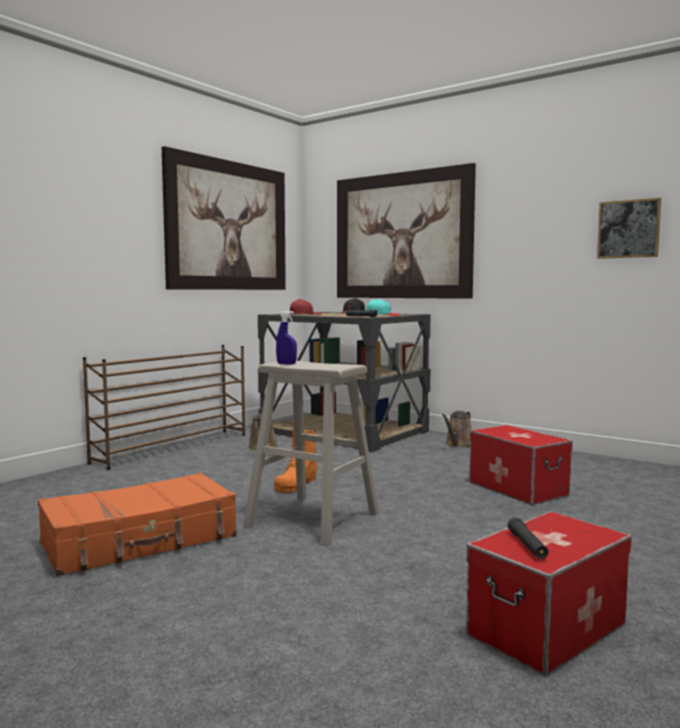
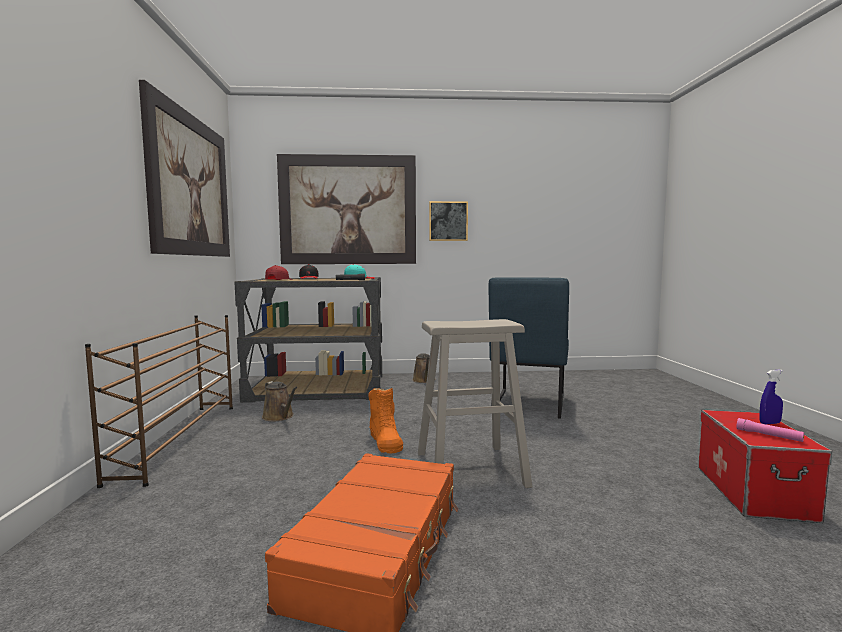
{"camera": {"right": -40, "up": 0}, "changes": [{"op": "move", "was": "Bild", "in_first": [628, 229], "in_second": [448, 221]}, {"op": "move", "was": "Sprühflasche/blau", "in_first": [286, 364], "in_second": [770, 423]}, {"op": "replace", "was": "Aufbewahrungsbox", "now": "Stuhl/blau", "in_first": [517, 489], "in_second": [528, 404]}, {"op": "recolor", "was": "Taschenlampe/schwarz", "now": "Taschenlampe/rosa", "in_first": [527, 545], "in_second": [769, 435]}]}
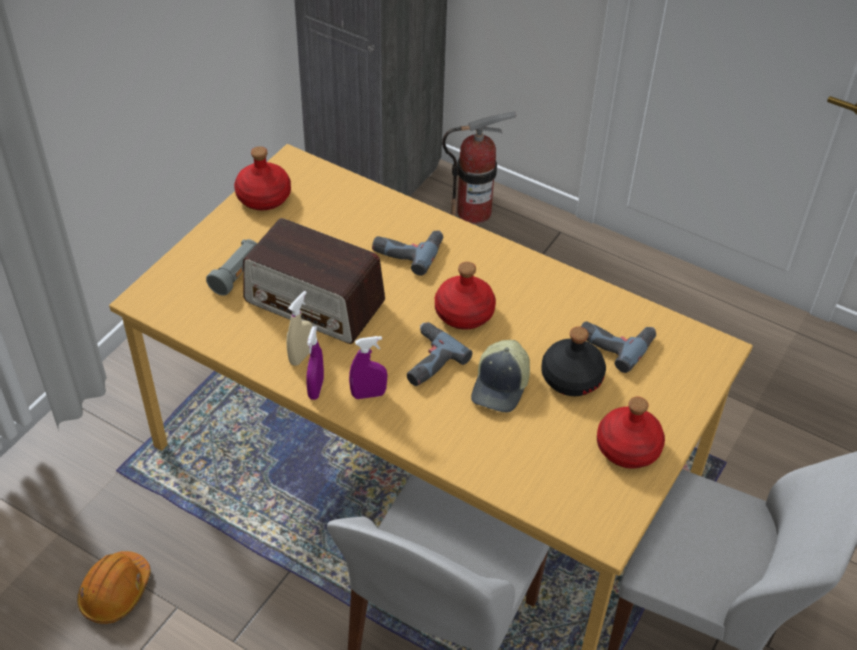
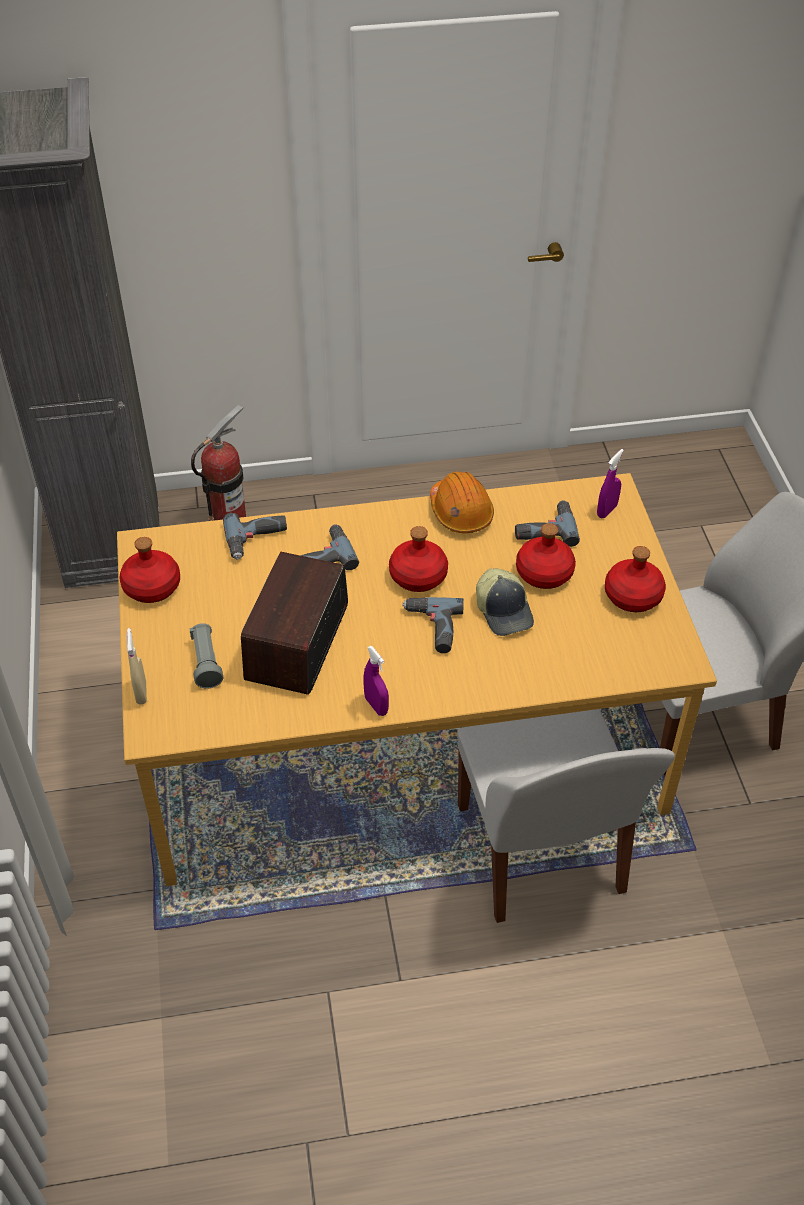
{"camera": {"right": -40, "up": 0}, "changes": [{"op": "rotate", "was": "Radio", "in_first": [315, 302], "in_second": [297, 642], "clockwise": 120}, {"op": "move", "was": "Sprühflasche/beige", "in_first": [301, 356], "in_second": [141, 693]}, {"op": "recolor", "was": "Flasche/schwarz", "now": "Flasche/rot", "in_first": [571, 377], "in_second": [543, 573]}, {"op": "move", "was": "Sprühflasche/lila", "in_first": [368, 394], "in_second": [607, 511]}, {"op": "move", "was": "Schutzhelm/orange", "in_first": [115, 592], "in_second": [460, 512]}, {"op": "insert", "now": "Bohrmaschine", "in_second": [257, 540]}]}
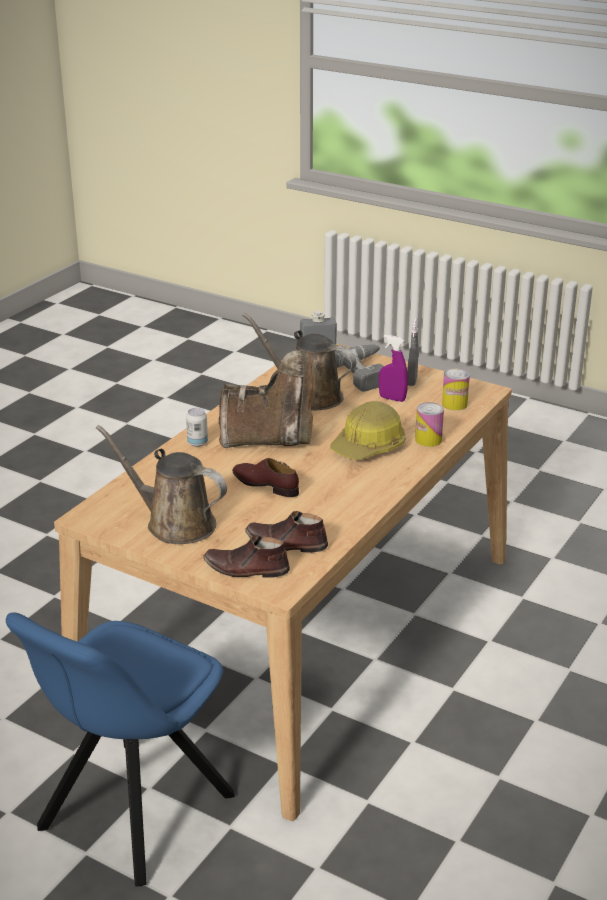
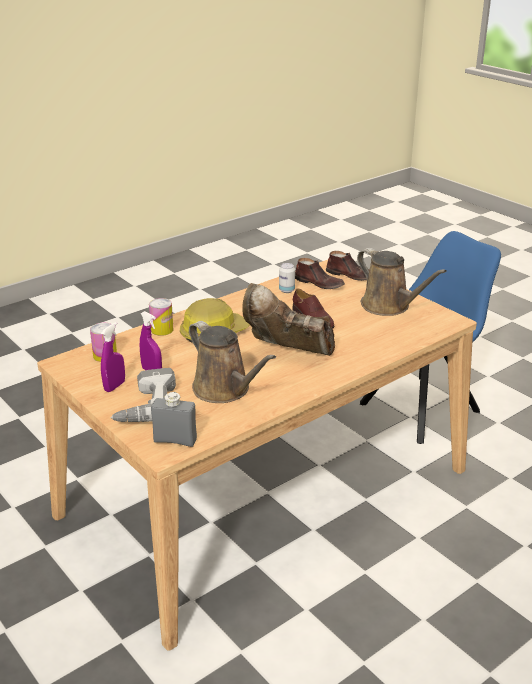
{"camera": {"right": -160, "up": 0}, "changes": [{"op": "recolor", "was": "Sprühflasche/grau", "now": "Sprühflasche/lila", "in_first": [412, 381], "in_second": [114, 386]}, {"op": "move", "was": "Dose", "in_first": [197, 443], "in_second": [286, 290]}]}
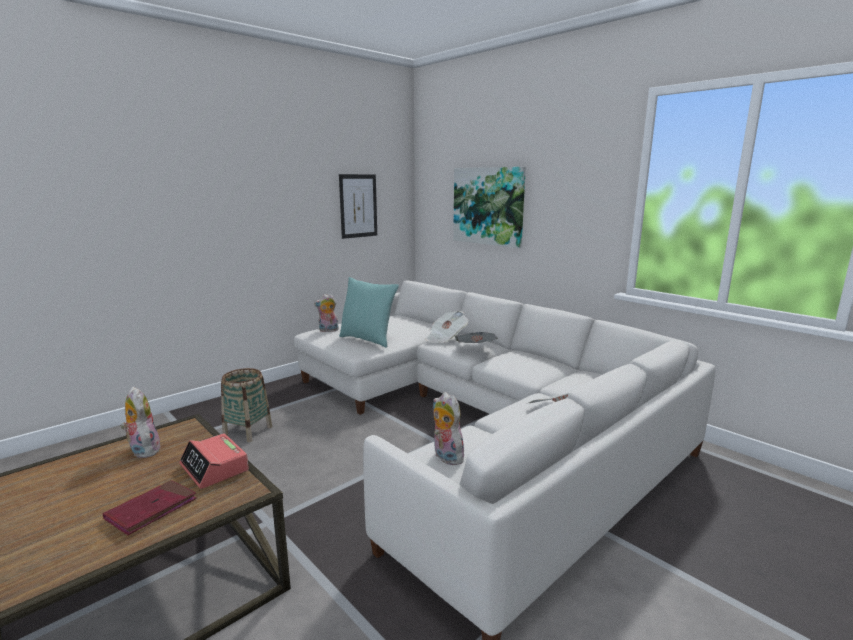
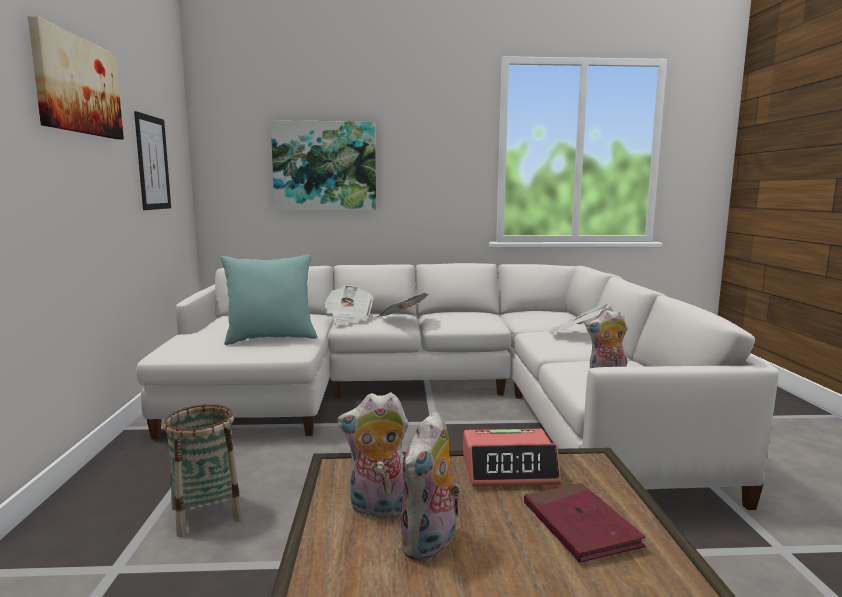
{"camera": {"right": -50, "up": -5}, "changes": [{"op": "move", "was": "Plüschtier", "in_first": [328, 330], "in_second": [431, 544]}, {"op": "insert", "now": "Bild", "in_second": [77, 86]}]}
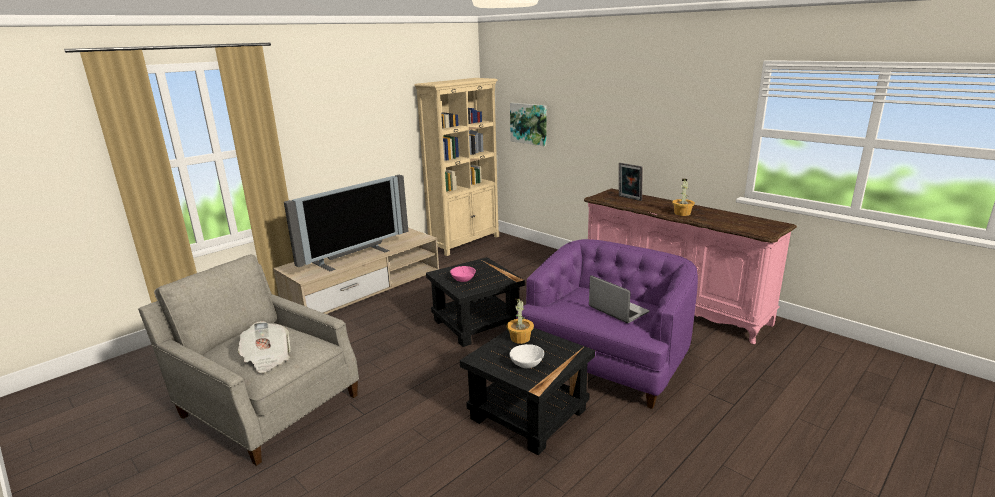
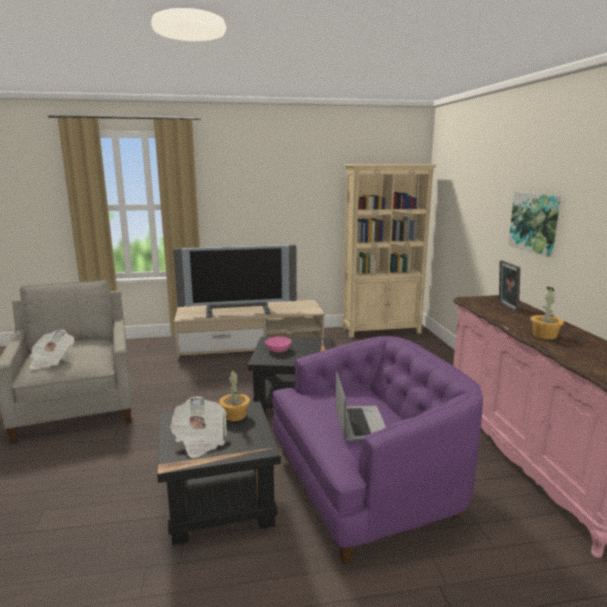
{"camera": {"right": 35, "up": -5}, "changes": [{"op": "move", "was": "Bild", "in_first": [529, 123], "in_second": [535, 222]}, {"op": "replace", "was": "Schüssel/weiß", "now": "Zeitung", "in_first": [527, 364], "in_second": [200, 440]}]}
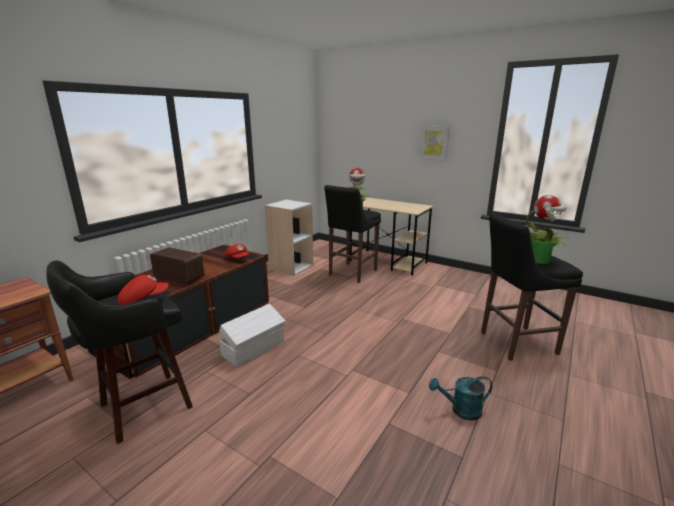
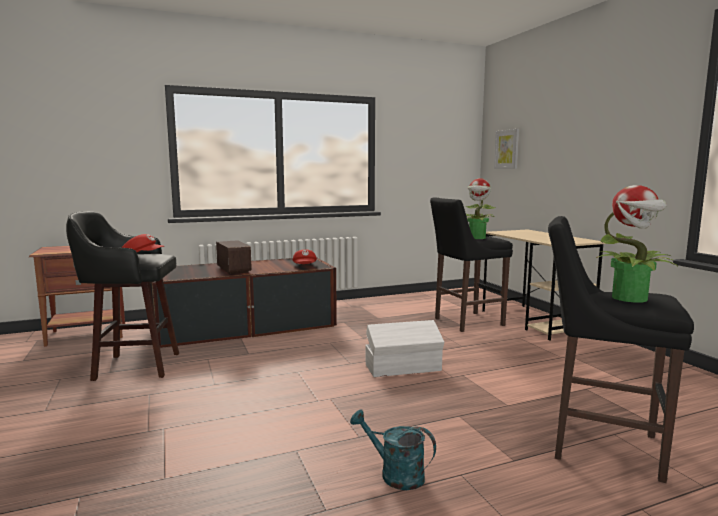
{"camera": {"right": 35, "up": -10}, "changes": [{"op": "move", "was": "Bild", "in_first": [434, 143], "in_second": [507, 149]}, {"op": "delete", "was": "Bücherregal", "in_first": [291, 267]}, {"op": "move", "was": "Aufbewahrungsbox/weiß", "in_first": [254, 348], "in_second": [404, 368]}]}
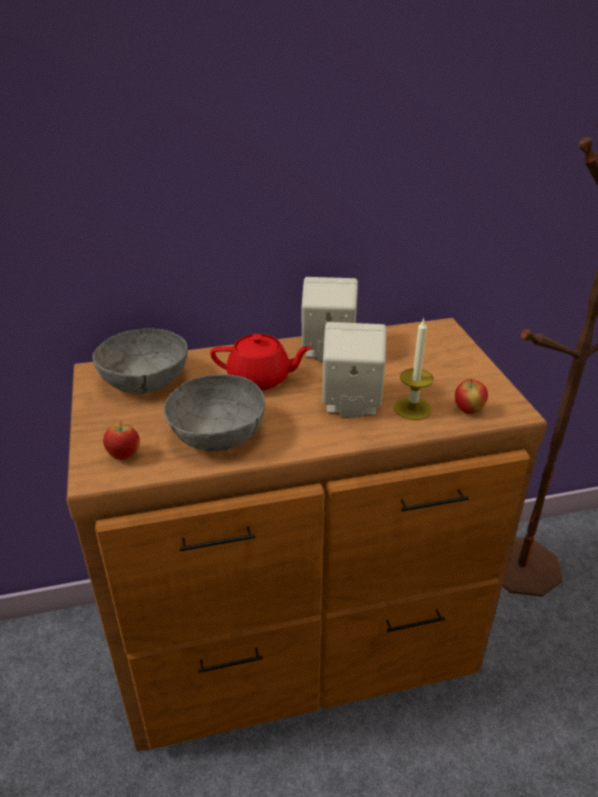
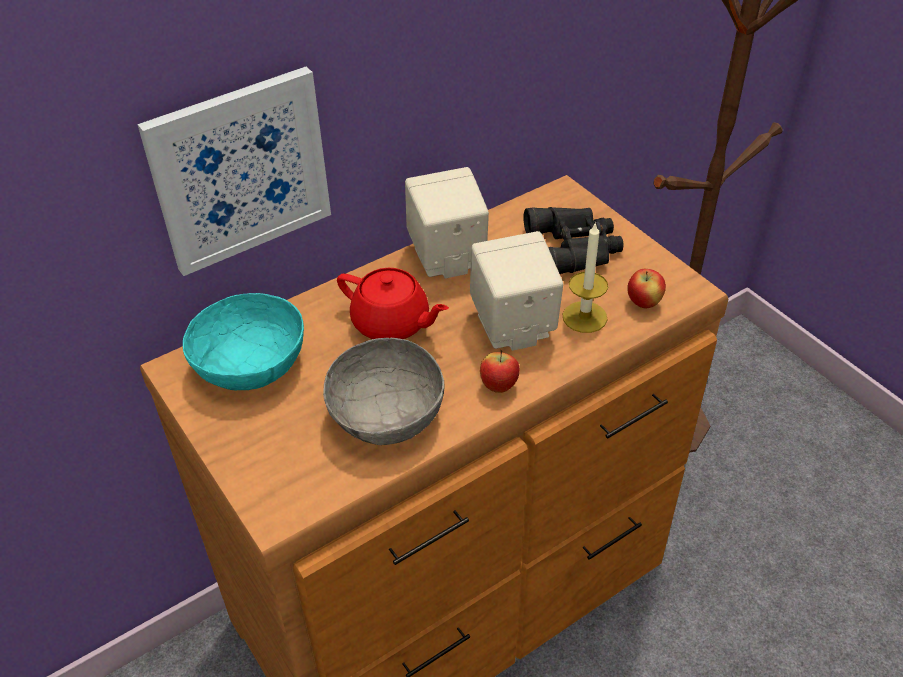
{"camera": {"right": -20, "up": 10}, "changes": [{"op": "recolor", "was": "Schüssel/grau", "now": "Schüssel/türkis", "in_first": [144, 380], "in_second": [250, 365]}, {"op": "rotate", "was": "Teekanne/rot", "in_first": [260, 379], "in_second": [392, 323], "clockwise": 45}, {"op": "move", "was": "Apfel", "in_first": [124, 456], "in_second": [499, 386]}, {"op": "insert", "now": "Bild", "in_second": [240, 170]}, {"op": "insert", "now": "Fernglas/schwarz", "in_second": [575, 247]}]}
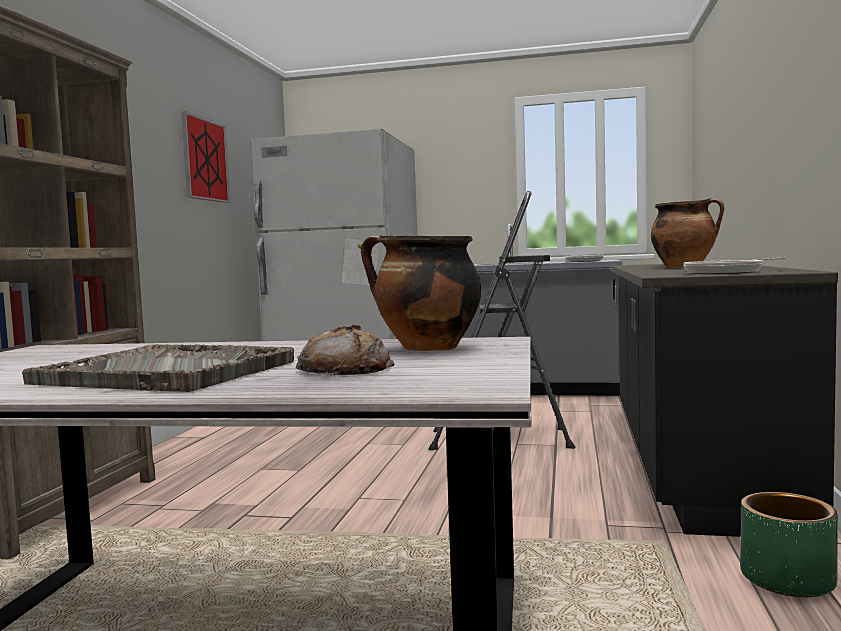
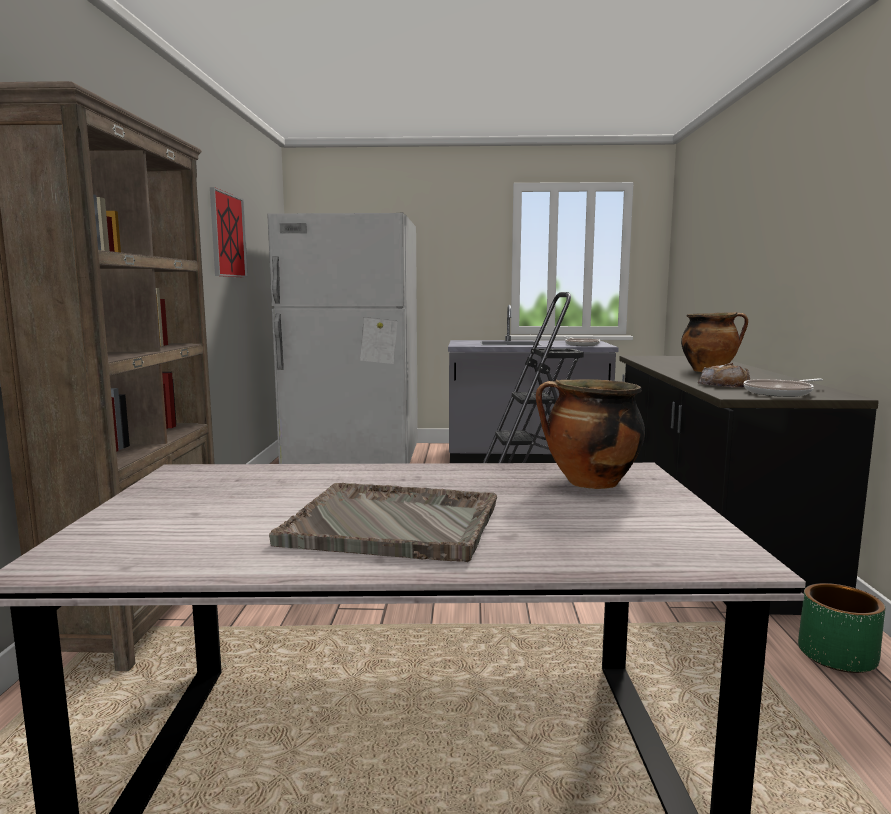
{"camera": {"right": -10, "up": 5}, "changes": [{"op": "move", "was": "Brot", "in_first": [345, 369], "in_second": [724, 385]}]}
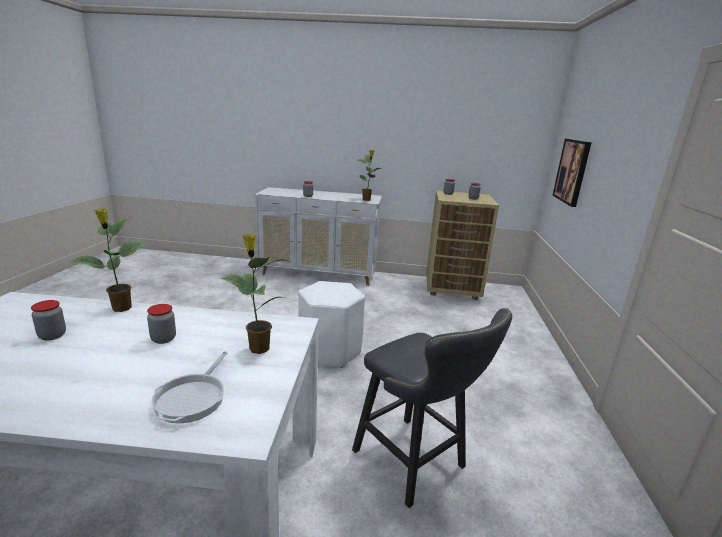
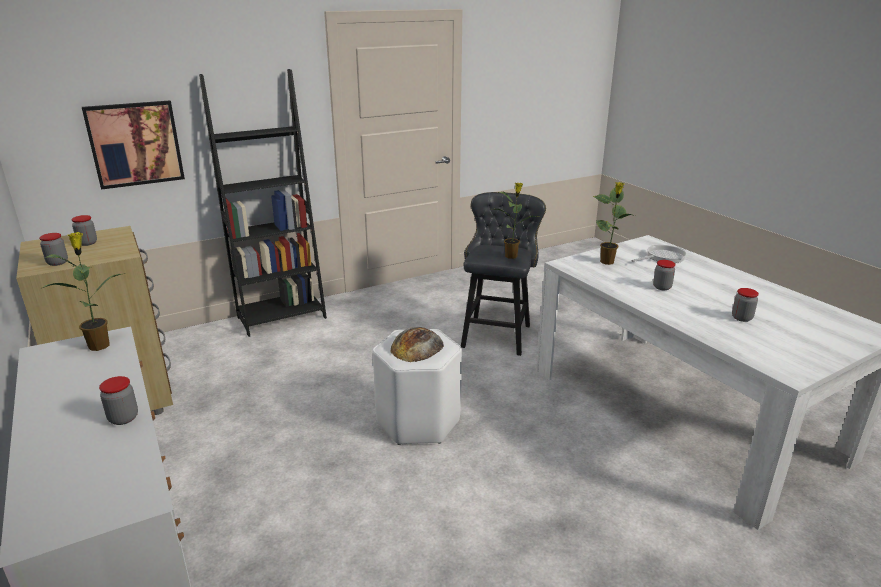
{"camera": {"right": -125, "up": 5}, "changes": [{"op": "move", "was": "Topfpflanze", "in_first": [121, 308], "in_second": [511, 256]}, {"op": "insert", "now": "Bücherregal/schwarz", "in_second": [281, 317]}, {"op": "insert", "now": "Brot", "in_second": [417, 346]}]}
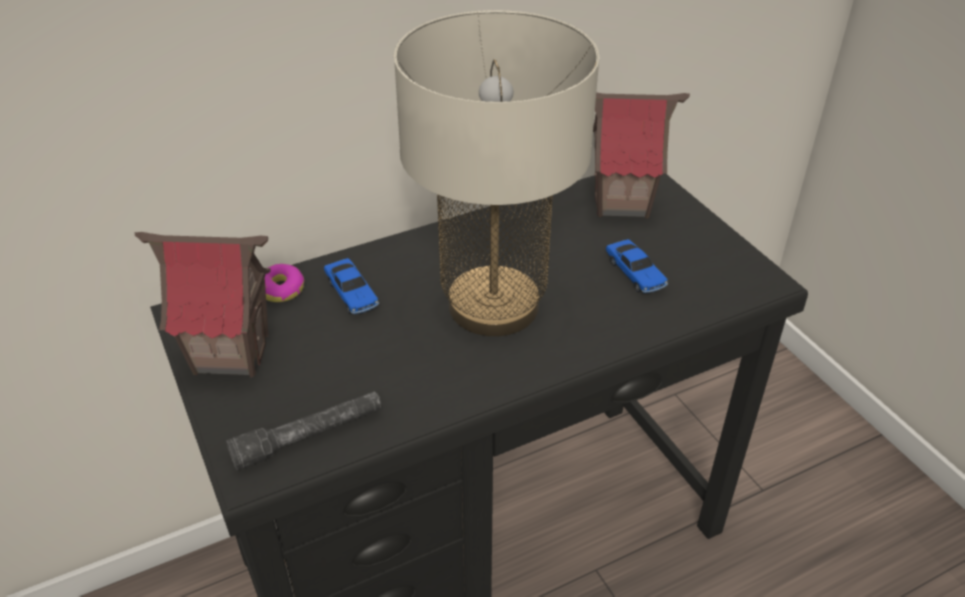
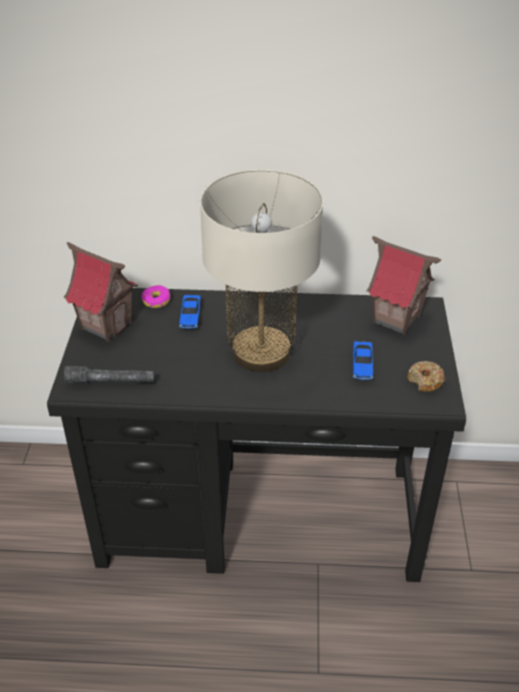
{"camera": {"right": 30, "up": 0}, "changes": [{"op": "insert", "now": "Donut", "in_second": [425, 381]}]}
